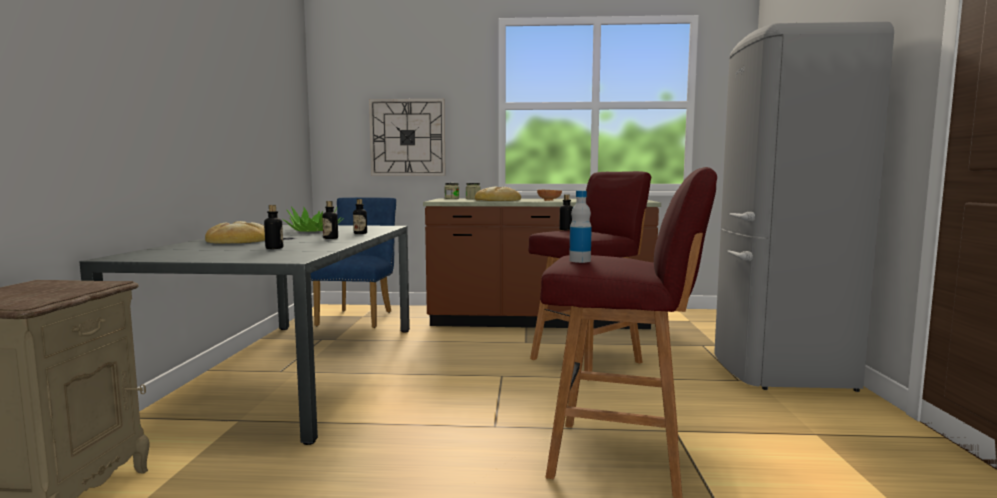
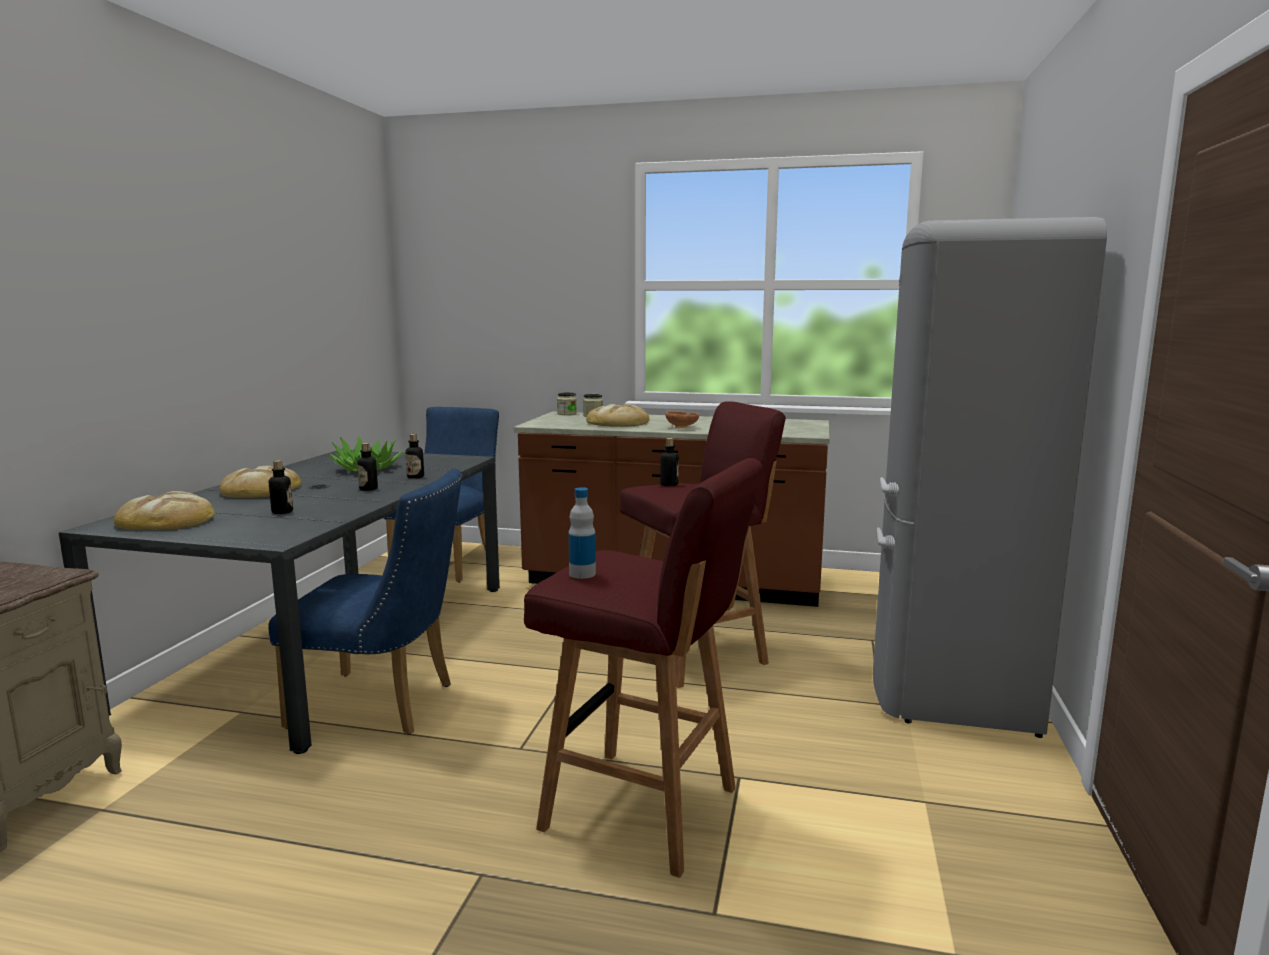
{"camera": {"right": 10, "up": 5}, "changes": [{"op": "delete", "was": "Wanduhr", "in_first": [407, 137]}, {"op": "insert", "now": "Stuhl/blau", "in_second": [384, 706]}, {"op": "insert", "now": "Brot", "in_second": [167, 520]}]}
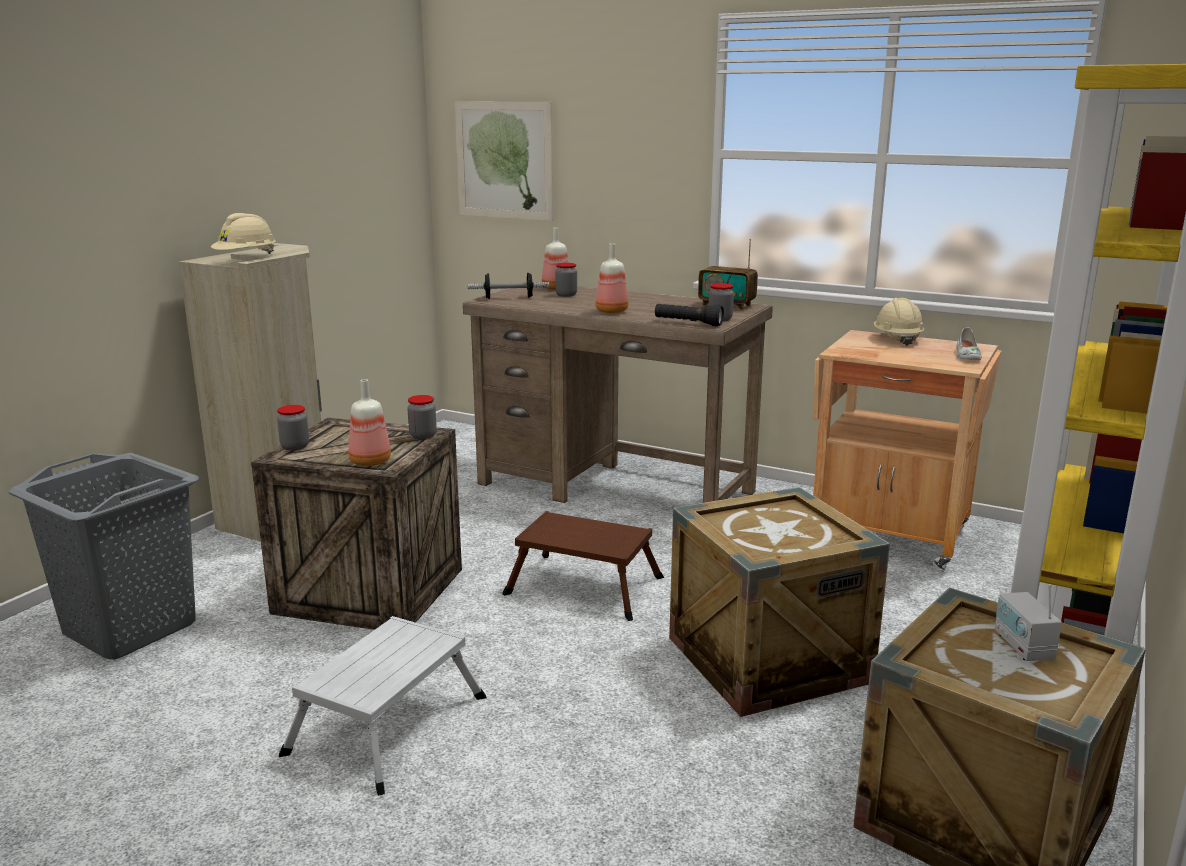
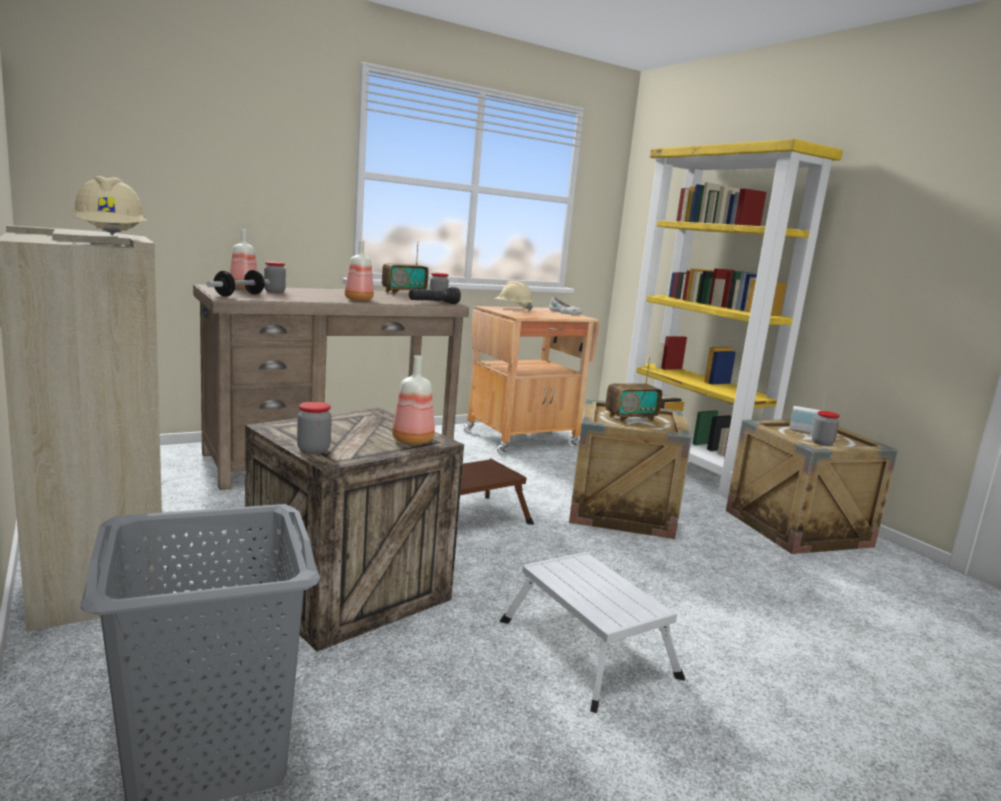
{"camera": {"right": -60, "up": -5}, "changes": [{"op": "delete", "was": "Bild", "in_first": [504, 160]}, {"op": "move", "was": "Vorratsglas", "in_first": [423, 436], "in_second": [822, 443]}, {"op": "insert", "now": "Radio", "in_second": [630, 418]}]}
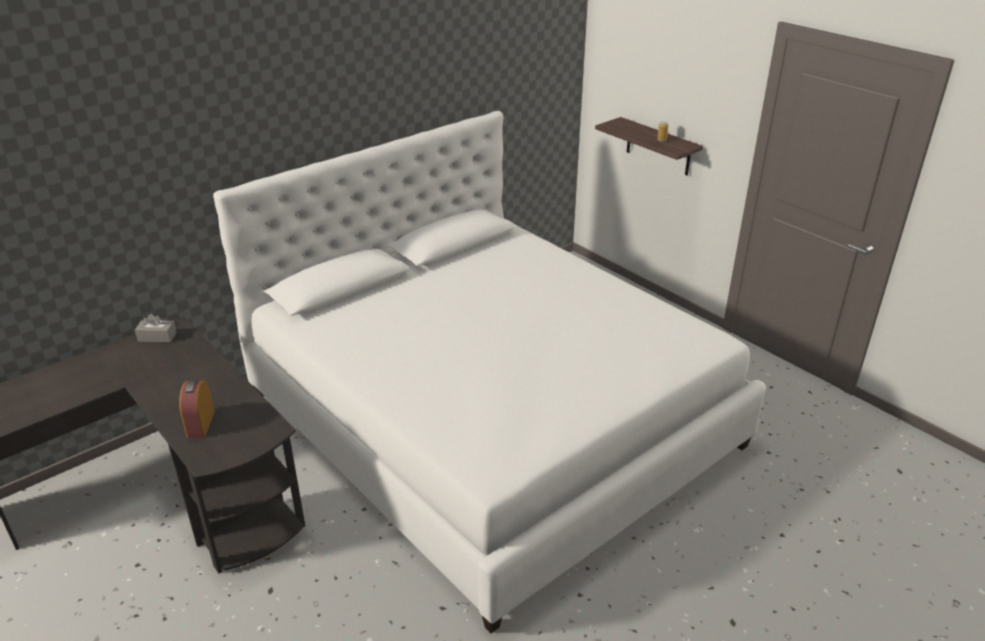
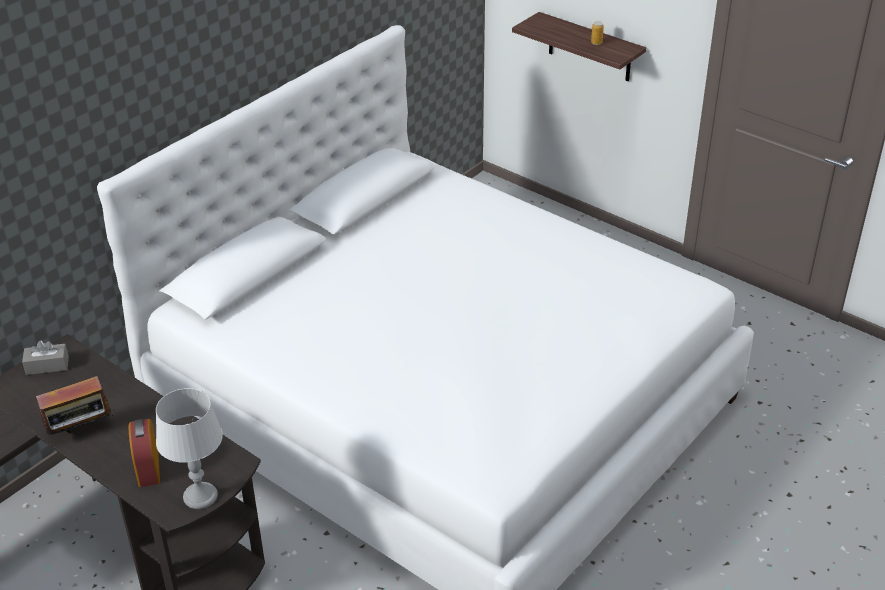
{"camera": {"right": -10, "up": 5}, "changes": [{"op": "insert", "now": "Radio", "in_second": [81, 431]}, {"op": "insert", "now": "Tischlampe/grau", "in_second": [200, 496]}]}
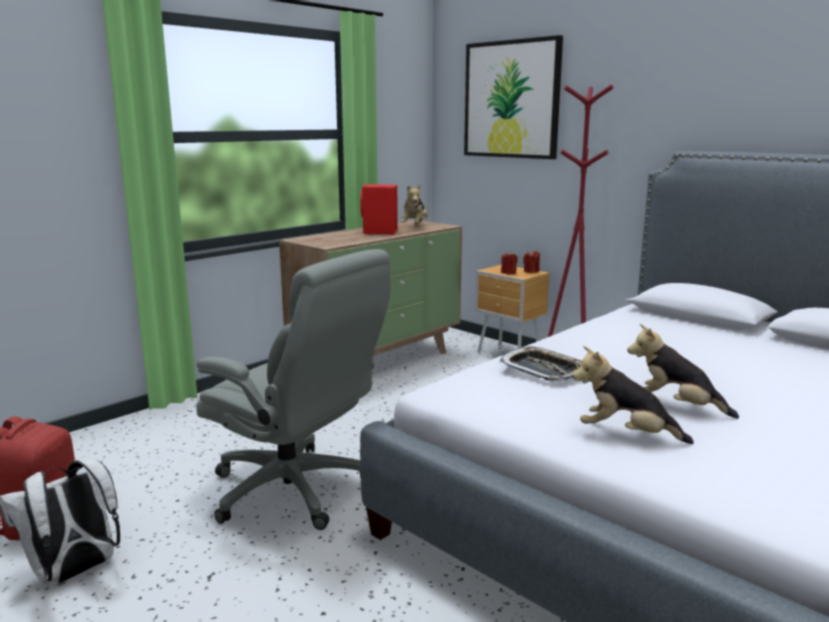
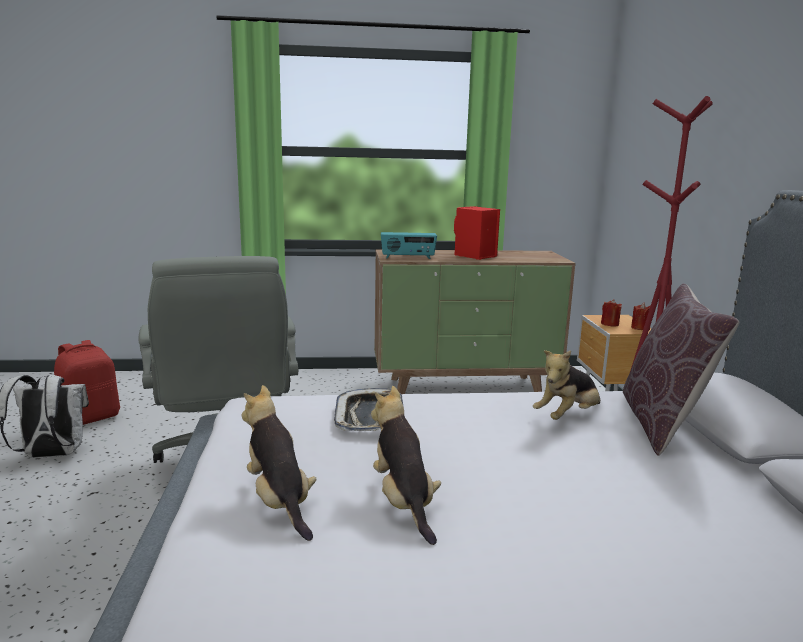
{"camera": {"right": 40, "up": 0}, "changes": [{"op": "delete", "was": "Bild", "in_first": [511, 99]}, {"op": "move", "was": "Plüschtier", "in_first": [415, 226], "in_second": [567, 416]}, {"op": "insert", "now": "Radio", "in_second": [408, 258]}, {"op": "insert", "now": "Kissen/braun", "in_second": [662, 423]}]}
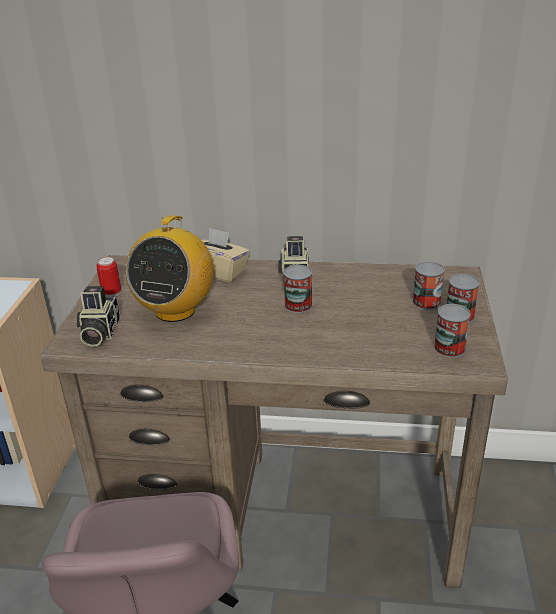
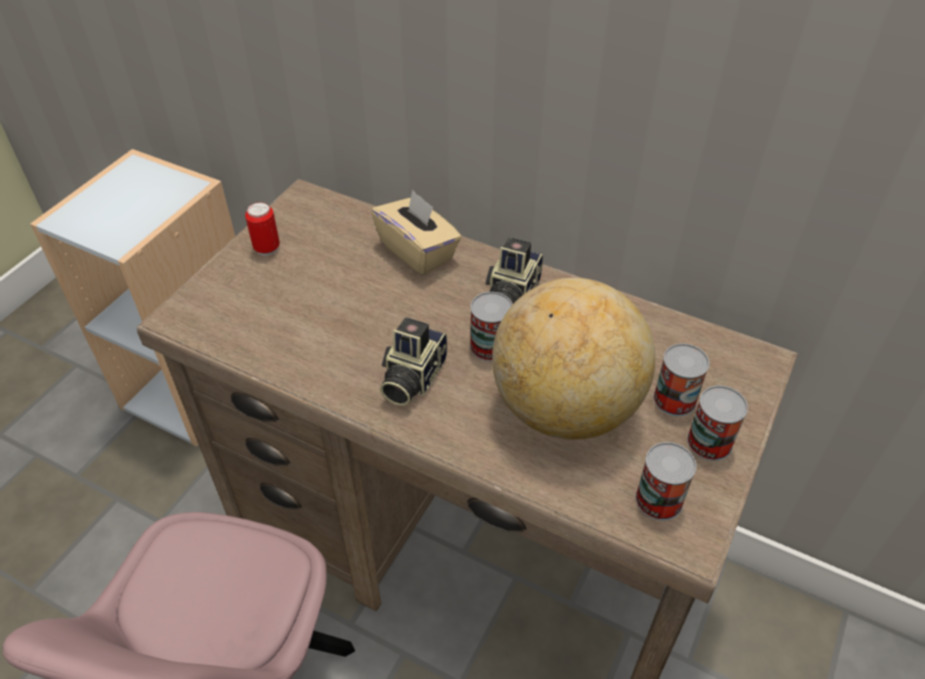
{"camera": {"right": 20, "up": 15}, "changes": [{"op": "delete", "was": "Radio", "in_first": [175, 310]}, {"op": "move", "was": "Kamera", "in_first": [99, 333], "in_second": [411, 377]}, {"op": "insert", "now": "Globus", "in_second": [565, 408]}]}
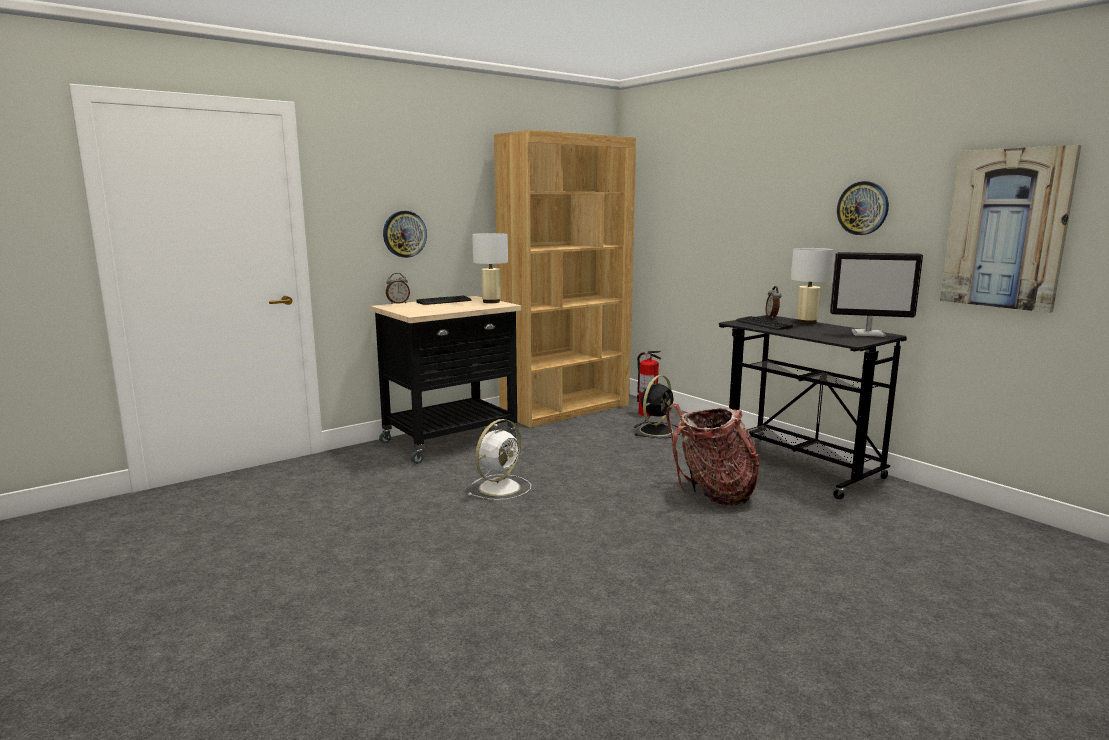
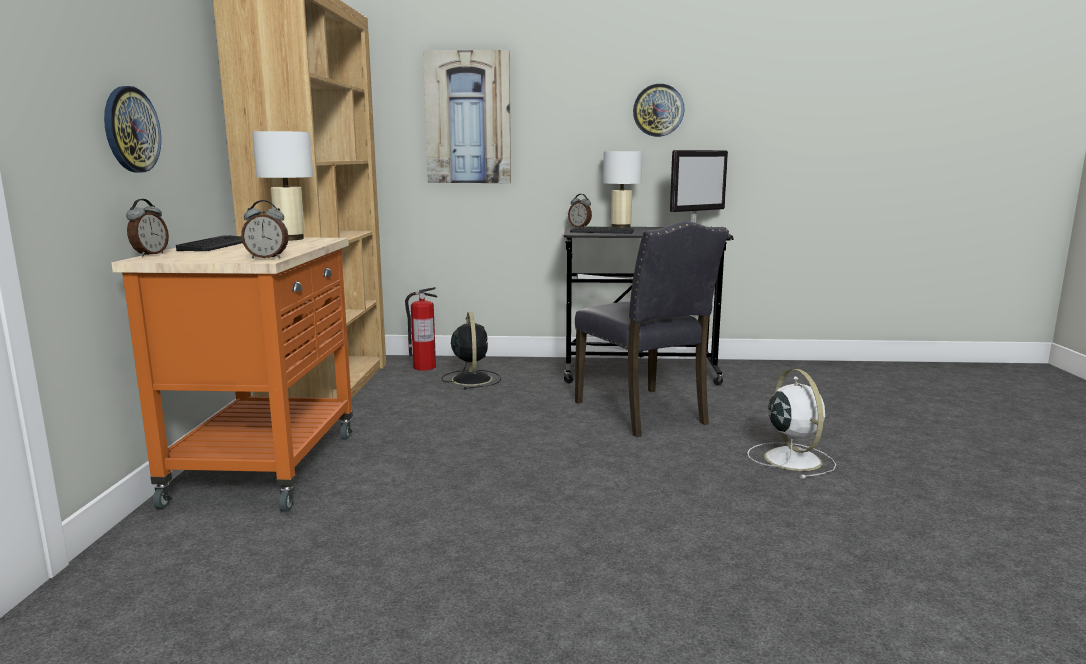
{"camera": {"right": -50, "up": 0}, "changes": [{"op": "move", "was": "Bild", "in_first": [1006, 229], "in_second": [468, 118]}, {"op": "recolor", "was": "Rollwagen/schwarz", "now": "Rollwagen/orange", "in_first": [450, 441], "in_second": [264, 467]}, {"op": "replace", "was": "Rucksack", "now": "Stuhl/grau", "in_first": [713, 493], "in_second": [644, 413]}, {"op": "move", "was": "Ventilator/weiß", "in_first": [501, 487], "in_second": [791, 458]}, {"op": "insert", "now": "Wecker", "in_second": [267, 258]}]}
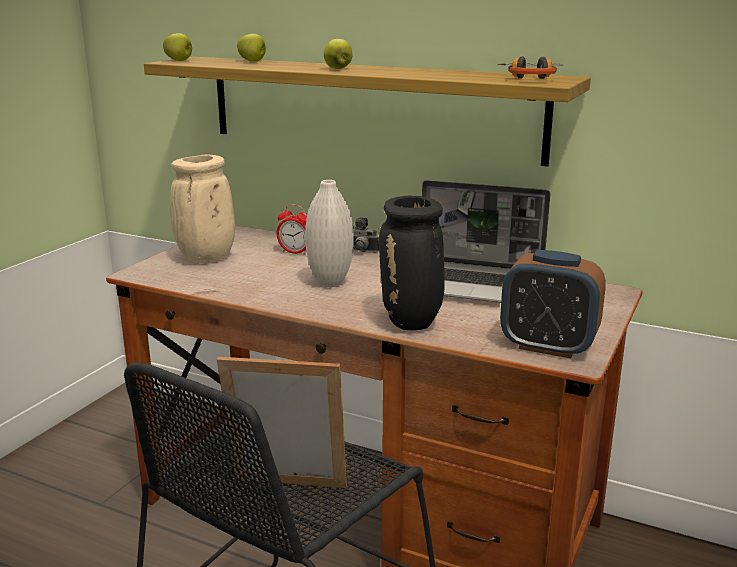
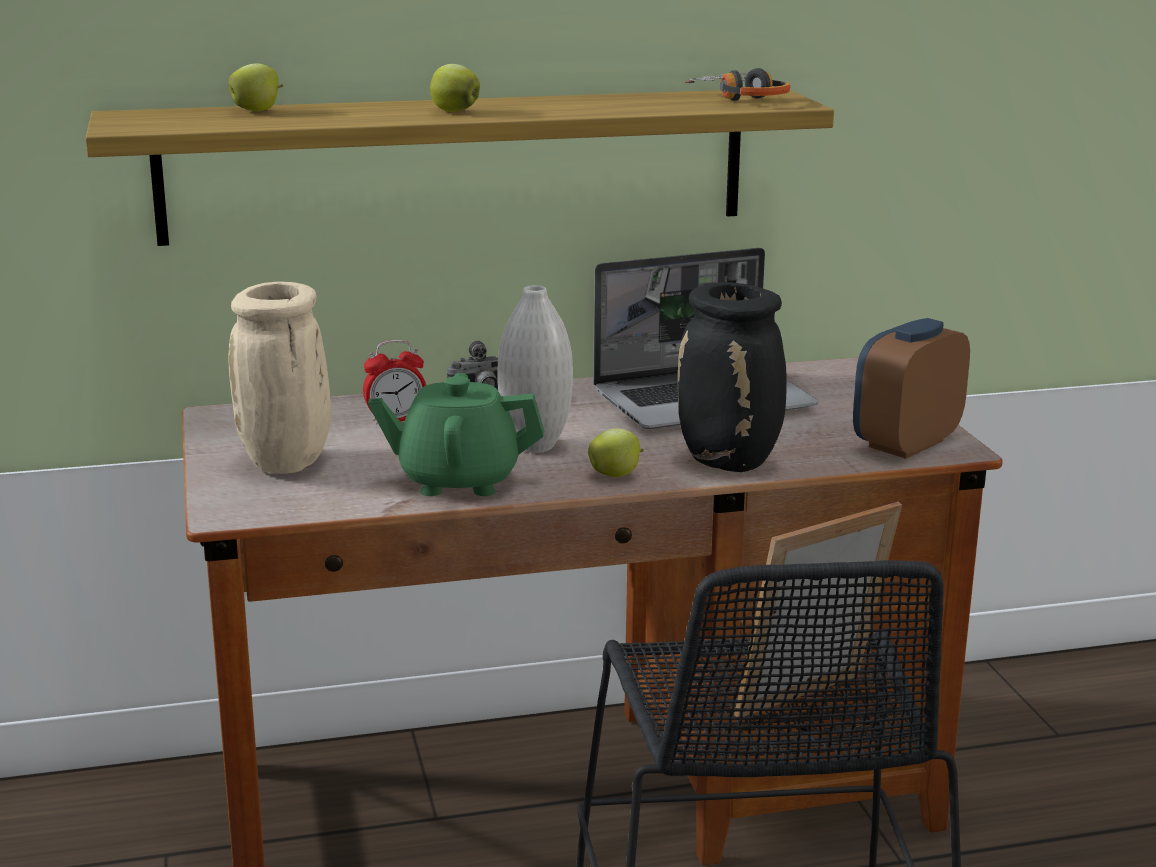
{"camera": {"right": -40, "up": 0}, "changes": [{"op": "move", "was": "Apfel", "in_first": [179, 60], "in_second": [616, 475]}, {"op": "rotate", "was": "Wecker", "in_first": [548, 346], "in_second": [906, 444], "clockwise": 150}, {"op": "insert", "now": "Teekanne/grün", "in_second": [458, 481]}]}
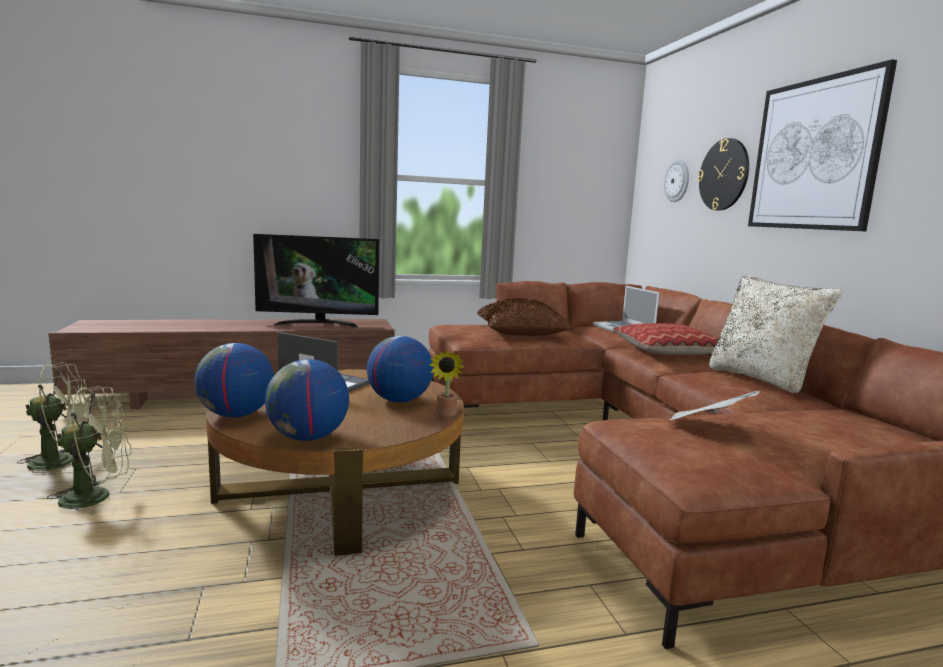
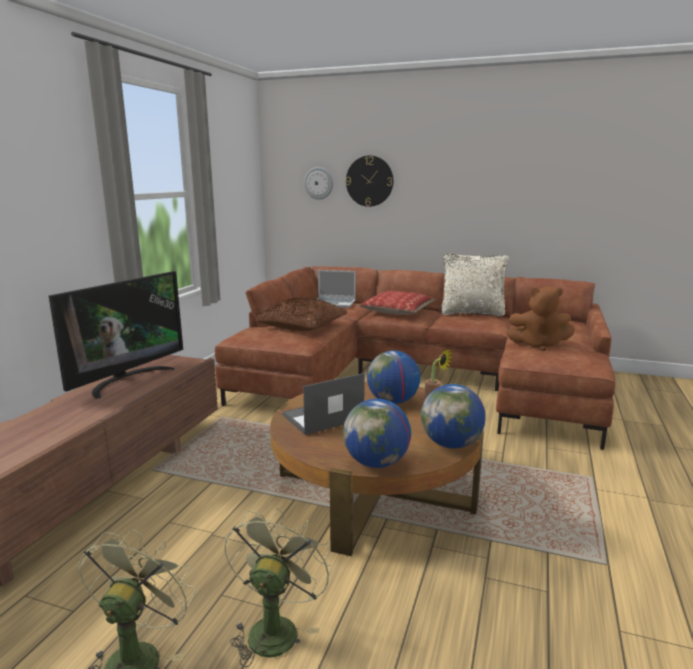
{"camera": {"right": -55, "up": 5}, "changes": [{"op": "delete", "was": "Bild", "in_first": [814, 155]}, {"op": "replace", "was": "Zeitung", "now": "Plüschtier/braun", "in_first": [706, 428], "in_second": [539, 345]}]}
